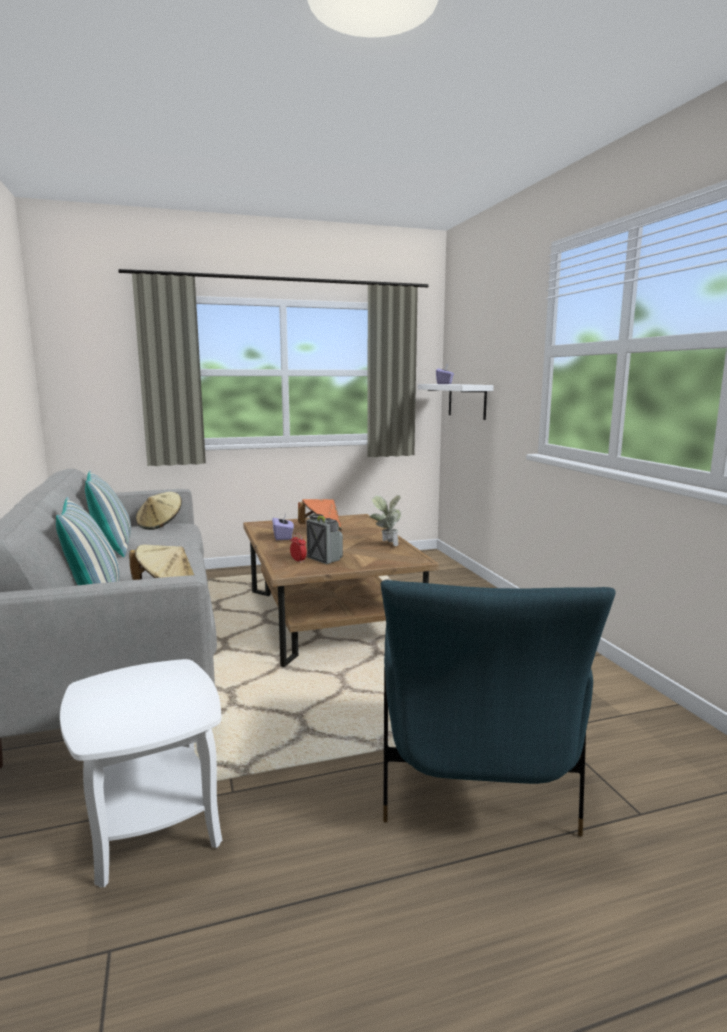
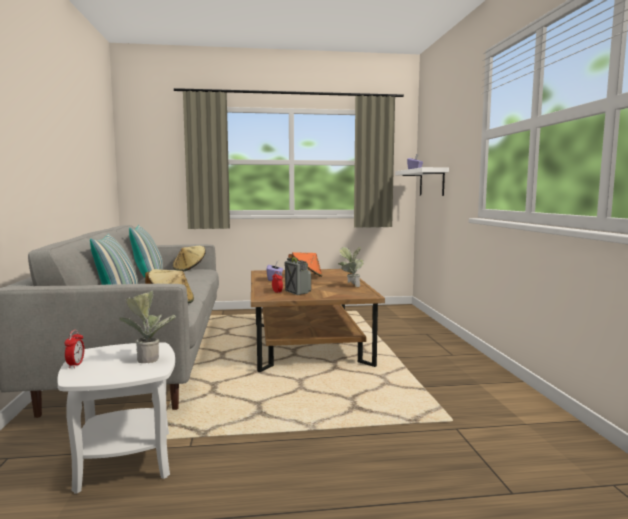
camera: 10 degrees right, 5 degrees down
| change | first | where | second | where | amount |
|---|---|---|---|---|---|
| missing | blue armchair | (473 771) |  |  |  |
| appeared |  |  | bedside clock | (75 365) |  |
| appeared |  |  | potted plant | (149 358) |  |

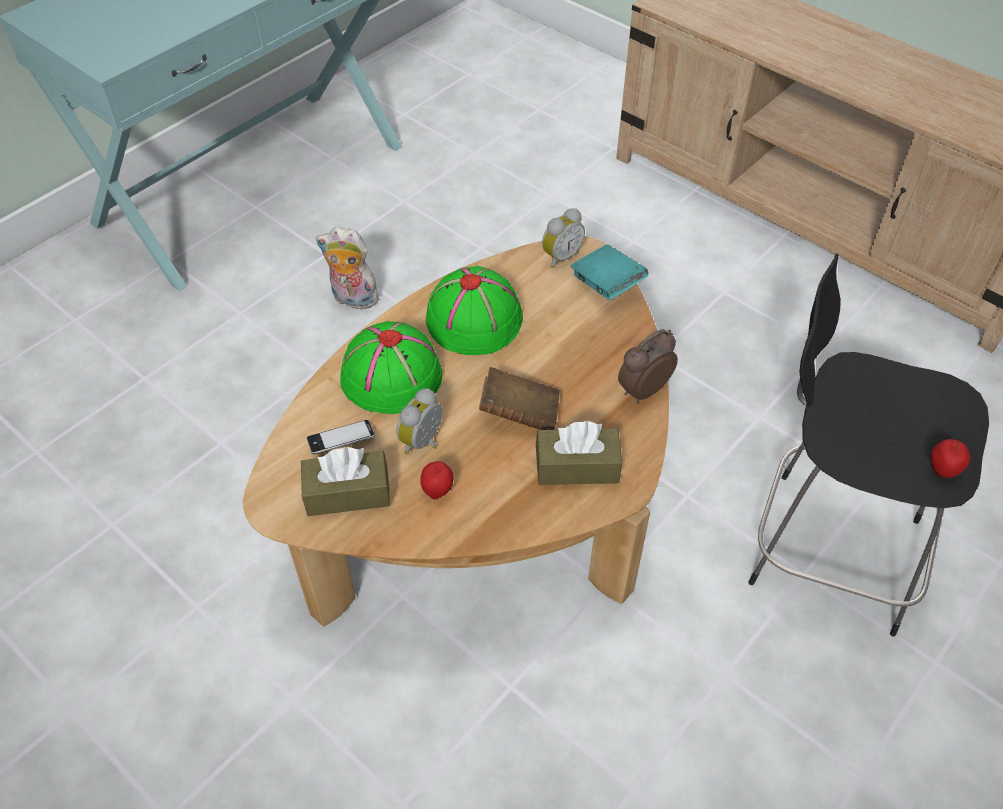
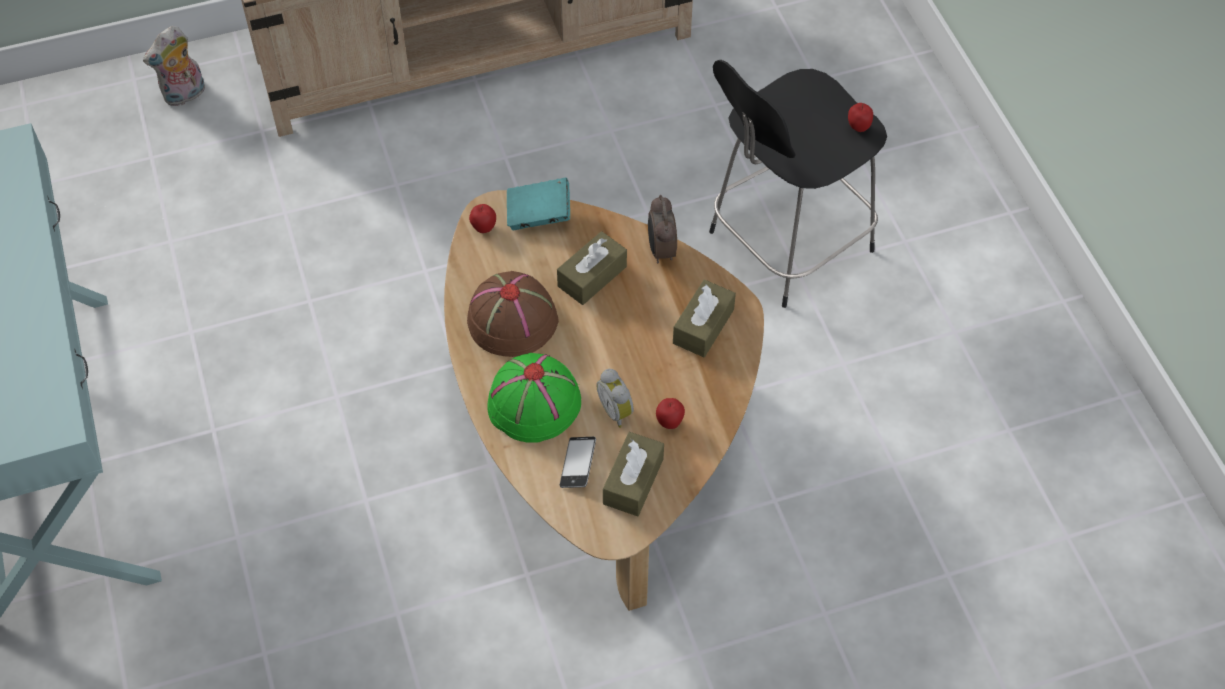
camera: 60 degrees left, 5 degrees up
| change | first | where | second | where | amount |
|---|---|---|---|---|---|
| missing | brownish book | (519 414) |  |  |  |
| appeared |  |  | brownish tissue box | (592 276) |  |
| relocated | plush toy | (352 299) |  | (185 95) |  |
| exchanged | bedside clock | (560 256) | whole apple | (483 228) |  |
| colour | green hat | (475 319) | brownish hat | (511 319) |  |

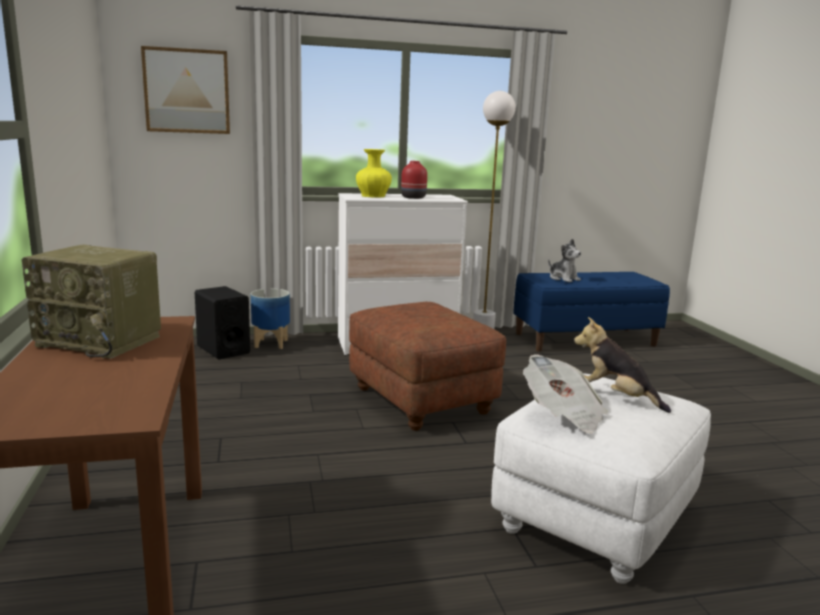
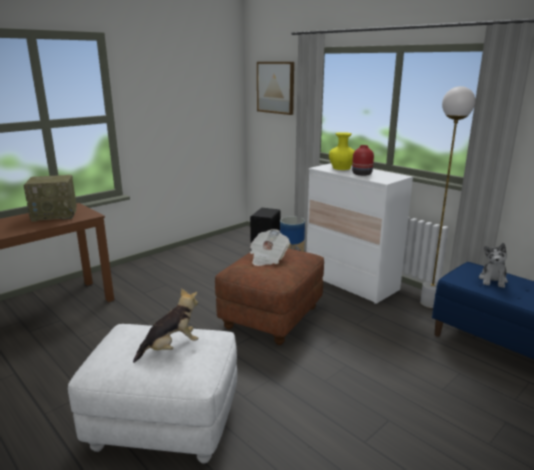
camera: 60 degrees right, 5 degrees up
| change | first | where | second | where | amount |
|---|---|---|---|---|---|
| relocated | newspaper | (563 414) |  | (268 258) |  |
| spun | radio receiver | (102 341) |  | (55 215) | 90 degrees counterclockwise |
| spun | plush toy | (616 397) |  | (171 348) | 45 degrees clockwise |

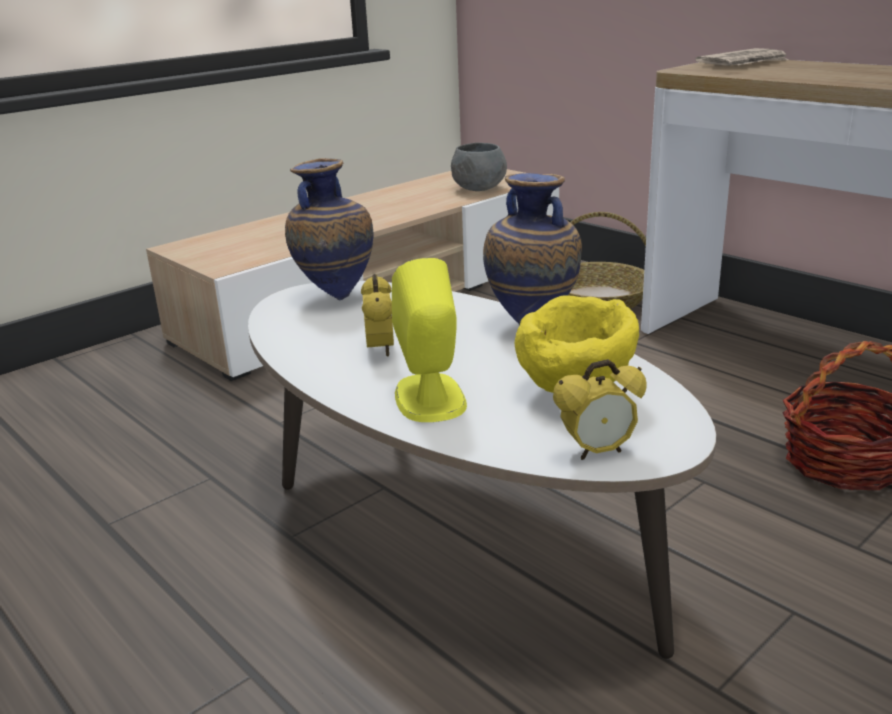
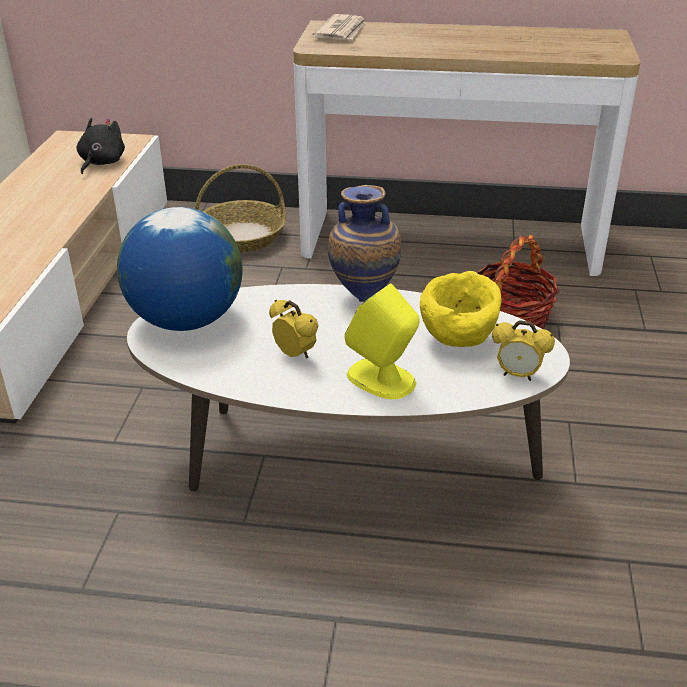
camera: 40 degrees left, 10 degrees up
| change | first | where | second | where | amount |
|---|---|---|---|---|---|
| exchanged | decorative vase | (335 296) | globe | (186 320) |  |
| exchanged | gray bowl | (478 189) | black-coloured plush toy | (101 163) |  |
| spun | bedside clock | (597 452) |  | (518 375) | 75 degrees clockwise |

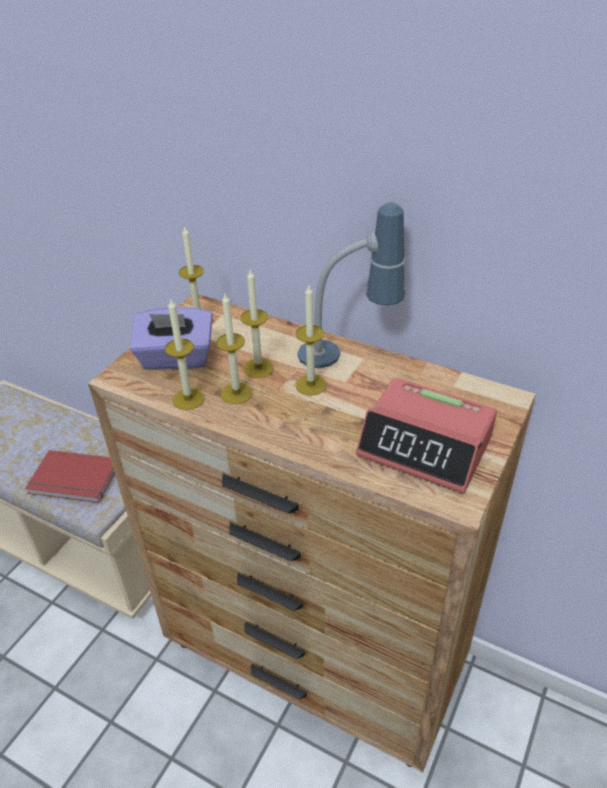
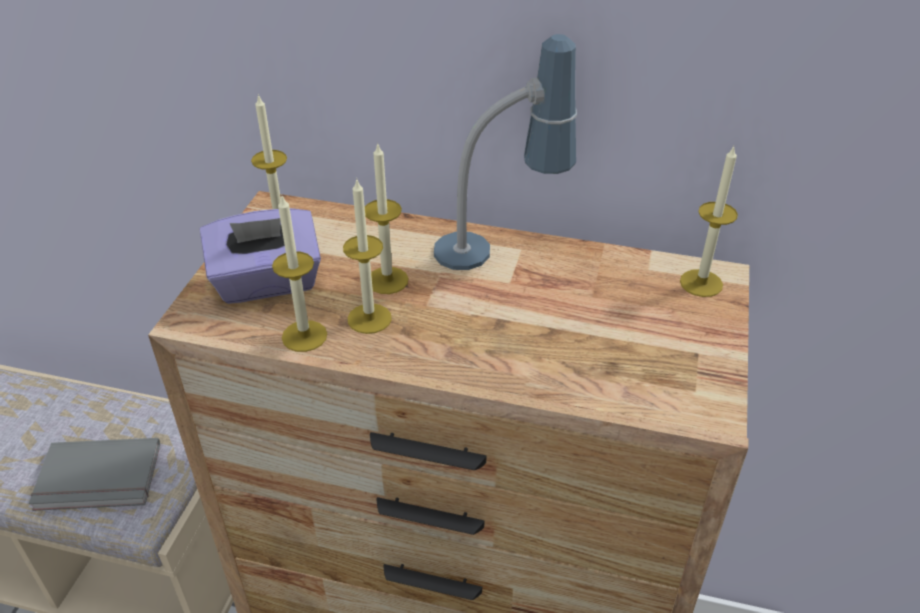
camera: 15 degrees left, 0 degrees up
| change | first | where | second | where | amount |
|---|---|---|---|---|---|
| missing | bedside clock | (426 446) |  |  |  |
| relocated | wax candle | (311 385) |  | (701 283) |  |
| colour | red-coloured book | (73 480) | gray book | (98 479) |  |

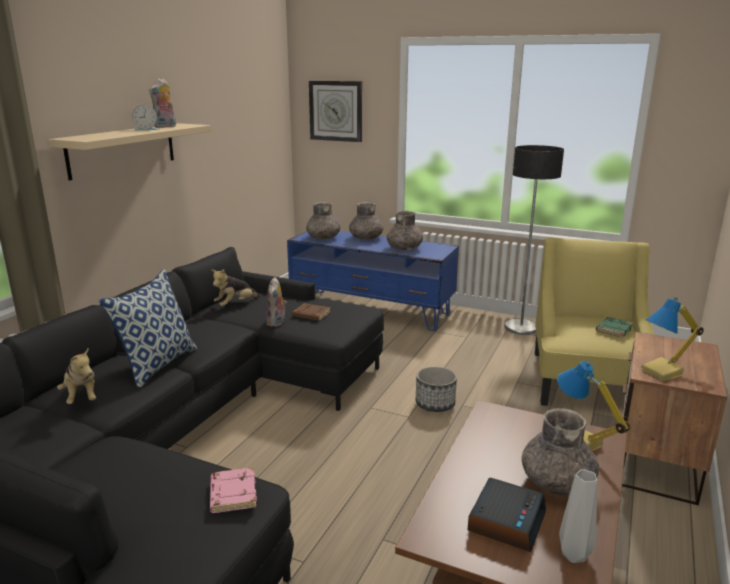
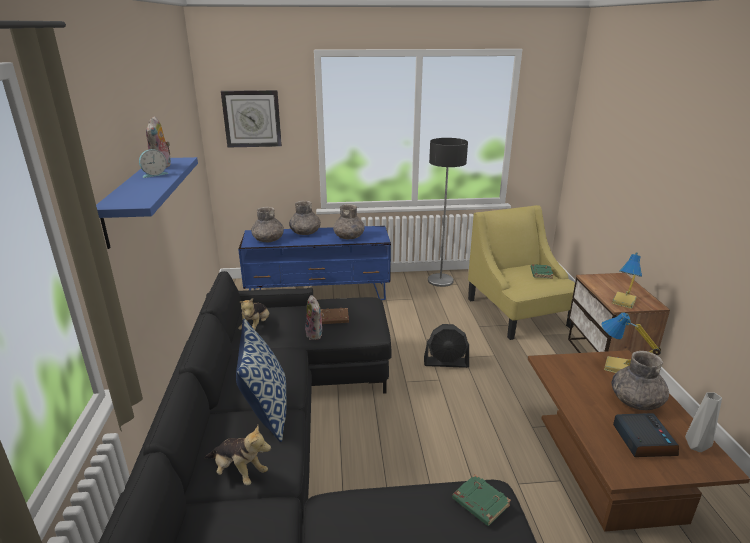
camera: 30 degrees left, 5 degrees up
| change | first | where | second | where | amount |
|---|---|---|---|---|---|
| exchanged | flower pot | (435 404) | black-coloured fan | (446 362) |  |
| colour | sand-coloured shelf | (123 150) | blue shelf | (131 200) |  |
| colour | pinkish book | (232 494) | green book | (479 503) |  |

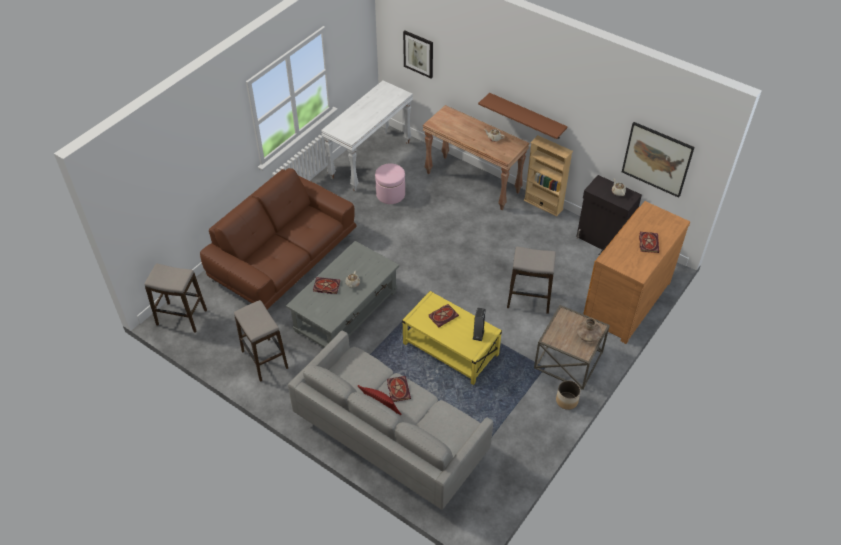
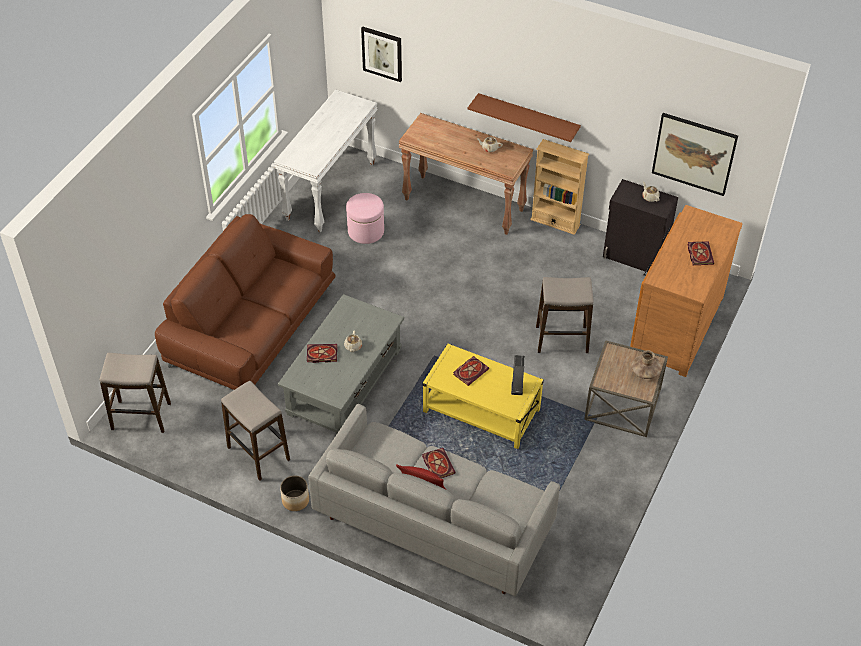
camera: 10 degrees left, 0 degrees up
| change | first | where | second | where | amount |
|---|---|---|---|---|---|
| relocated | flower pot | (566 401) |  | (295 500) |  |

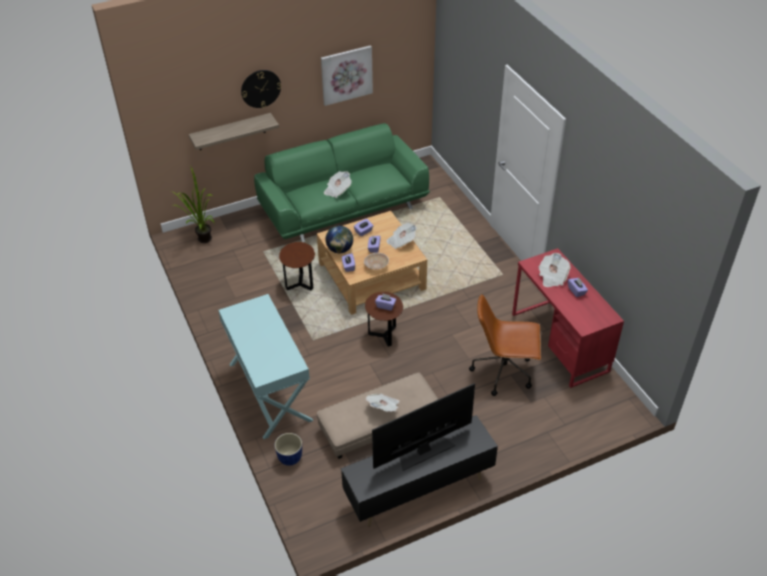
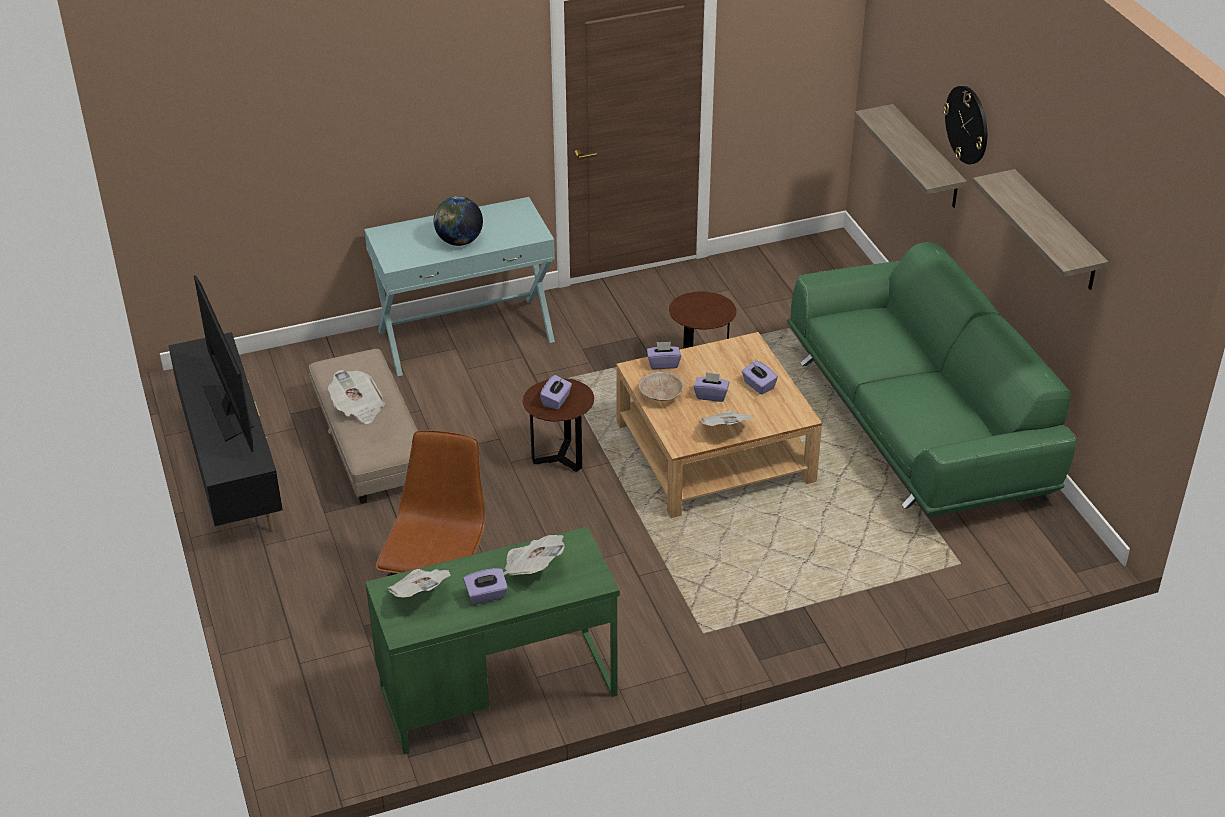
camera: 95 degrees right, 5 degrees down
| change | first | where | second | where | amount |
|---|---|---|---|---|---|
| missing | potted plant | (201 240) |  |  |  |
| missing | flower pot | (289 458) |  |  |  |
| relocated | newspaper | (337 190) |  | (420 593) |  |
| relocated | globe | (339 250) |  | (459 241) |  |
| exchanged | wall picture | (346 74) | shelf | (1056 232) |  |
| colour | red-coloured desk table | (559 342) | green desk table | (497 690) |  |

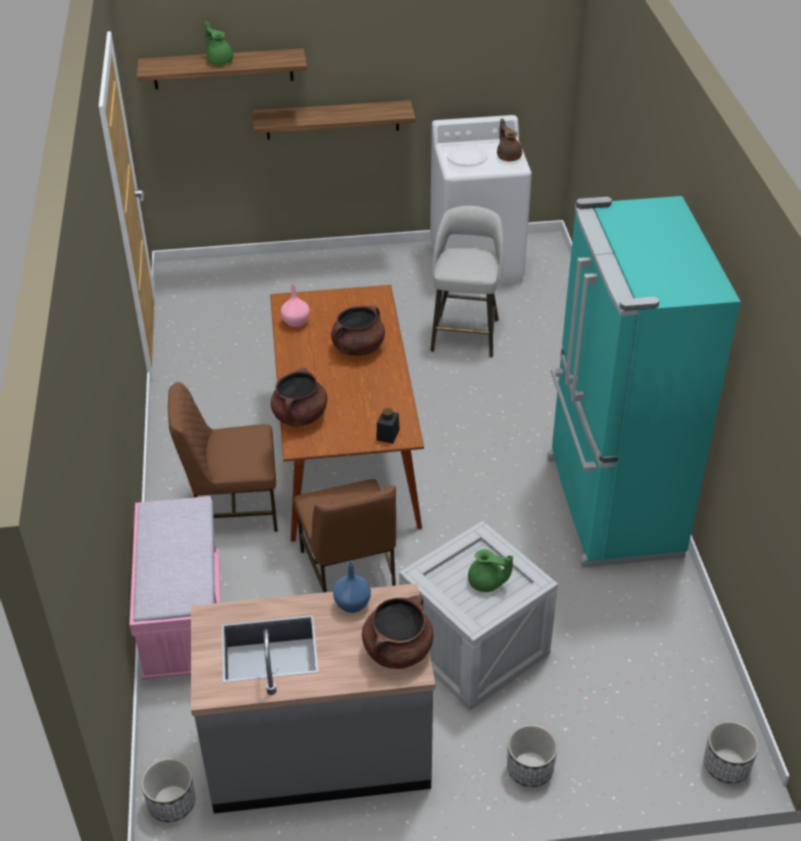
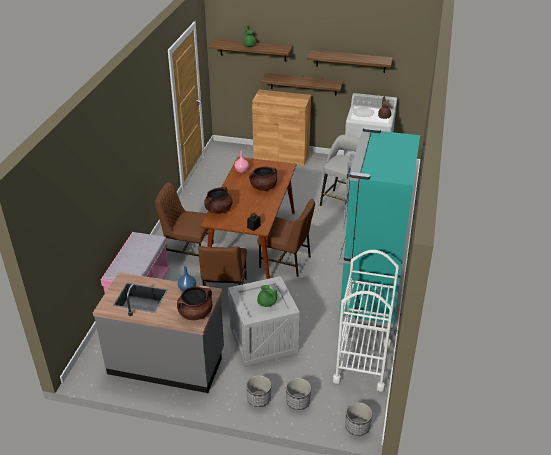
camera: 20 degrees right, 5 degrees down
| change | first | where | second | where | amount |
|---|---|---|---|---|---|
| appeared |  |  | brownish cabinet | (281 156) |  |
| appeared |  |  | brownish chair | (286 262) |  |
| appeared |  |  | shelf | (350 61) |  |
| appeared |  |  | whitish wheeled cart | (362 362) |  |
| relocated | flower pot | (171 803) |  | (297 401) |  |

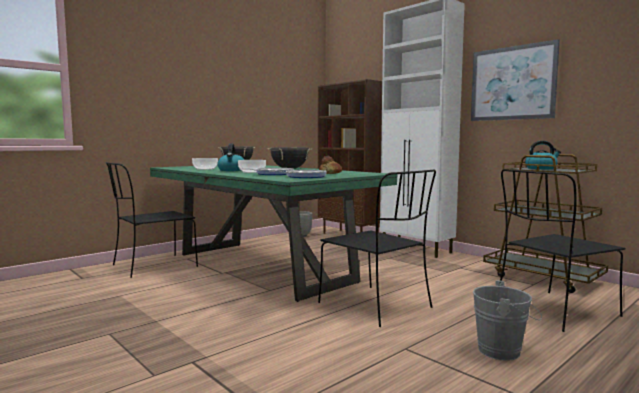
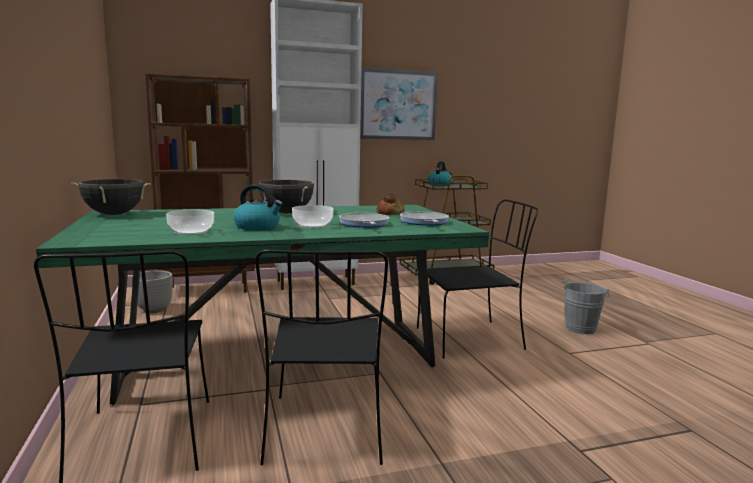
camera: 65 degrees left, 5 degrees up
| change | first | where | second | where | amount |
|---|---|---|---|---|---|
| relocated | black-coloured chair | (553 311) |  | (325 431) |  |

